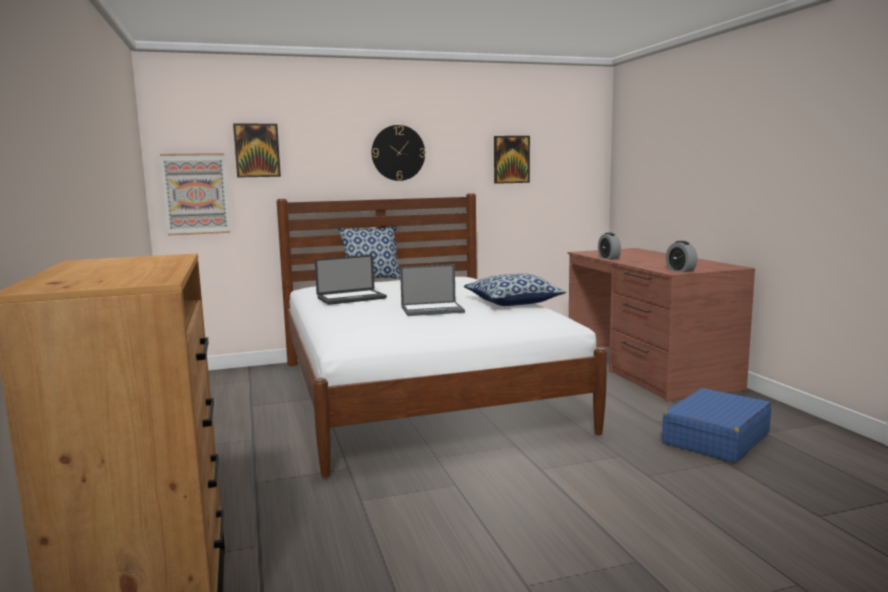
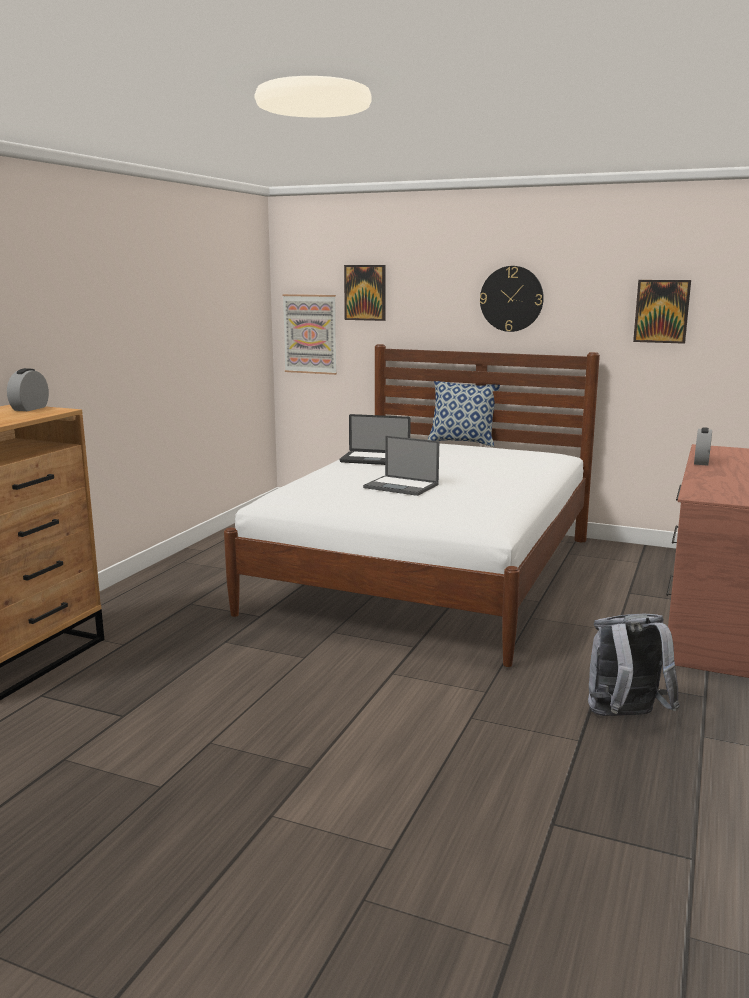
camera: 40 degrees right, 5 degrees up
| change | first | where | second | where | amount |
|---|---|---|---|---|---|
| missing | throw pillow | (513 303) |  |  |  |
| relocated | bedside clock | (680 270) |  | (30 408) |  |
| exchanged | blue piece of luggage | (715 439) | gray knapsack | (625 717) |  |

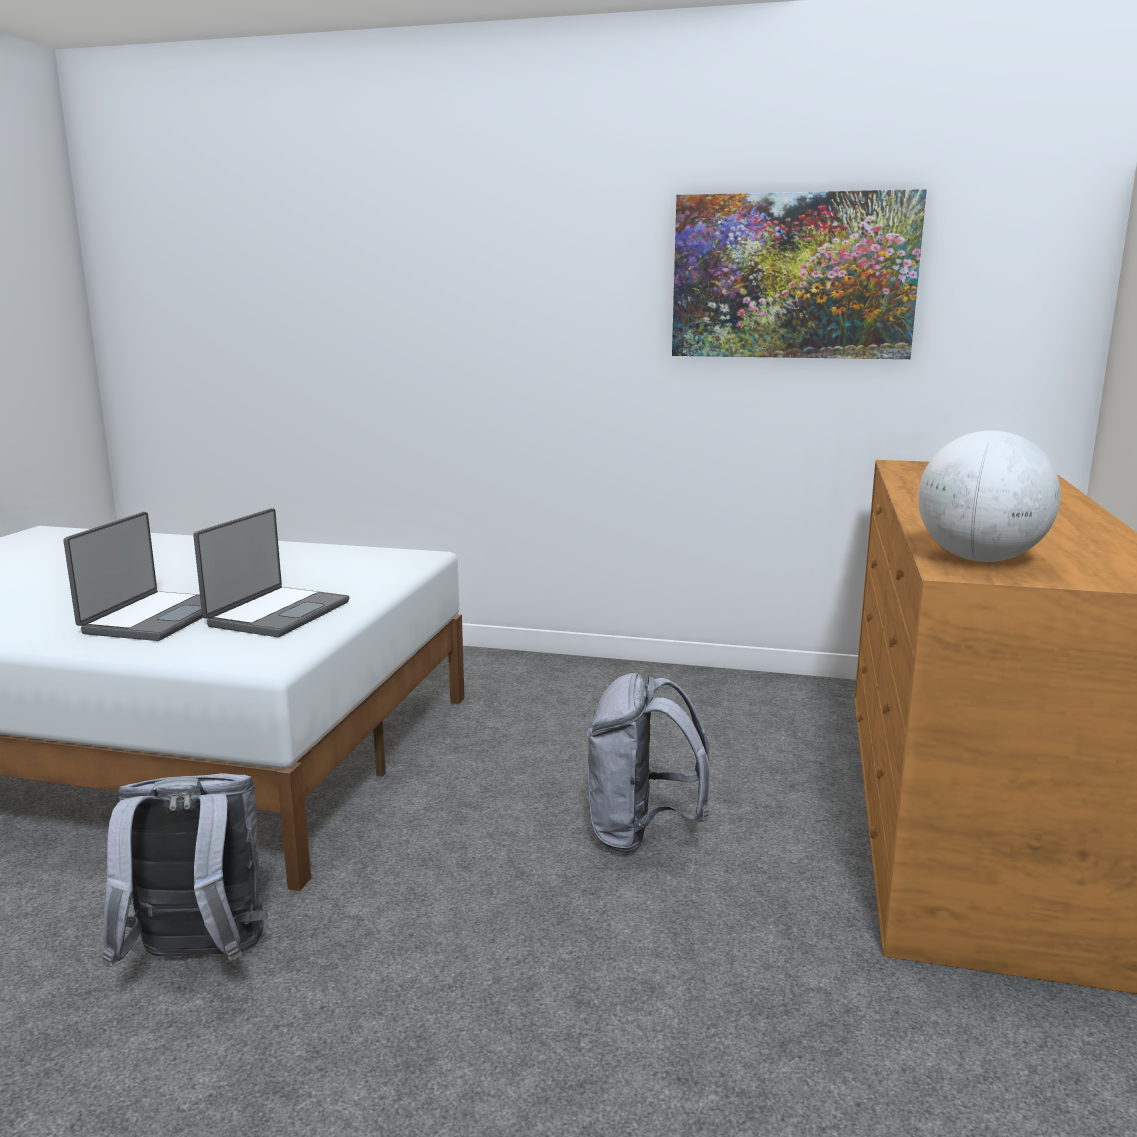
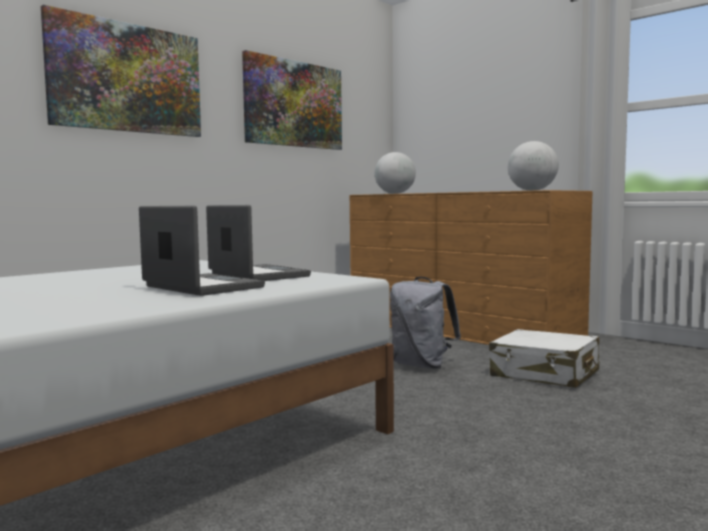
camera: 60 degrees left, 10 degrees down
| change | first | where | second | where | amount |
|---|---|---|---|---|---|
| missing | gray knapsack | (198 959) |  |  |  |
| appeared |  |  | wall picture | (127 78) |  |
| appeared |  |  | globe | (395 193) |  |
| appeared |  |  | whitish piece of luggage | (544 374) |  |

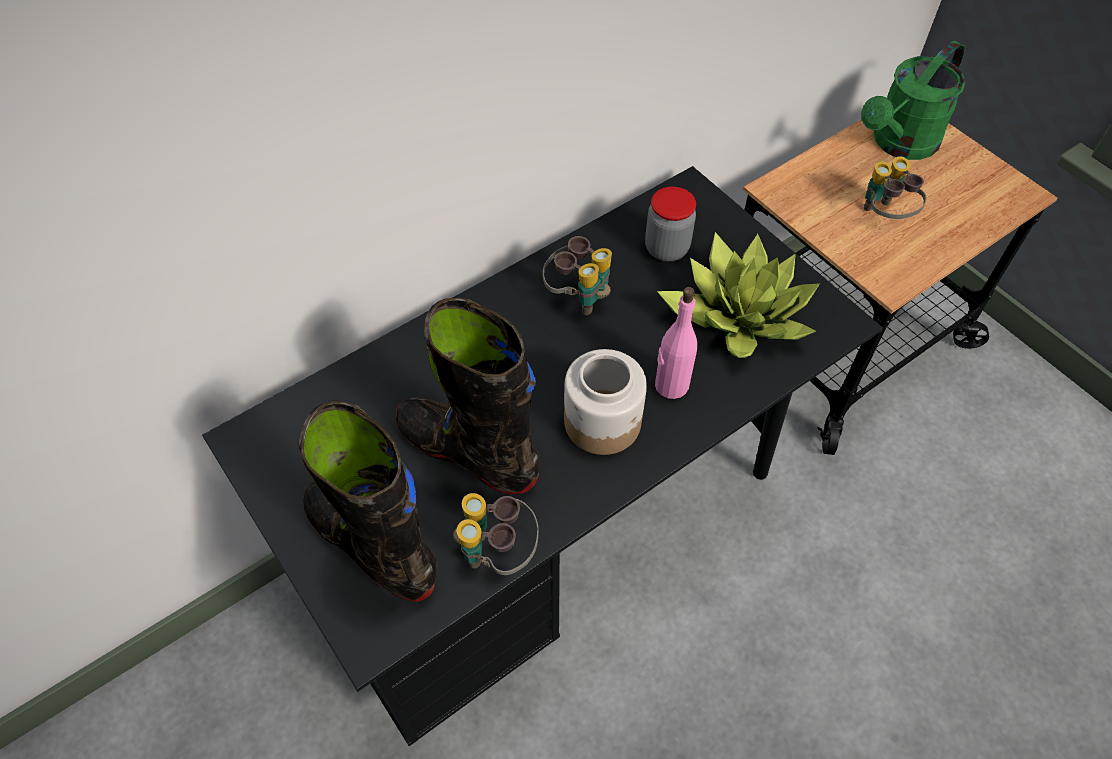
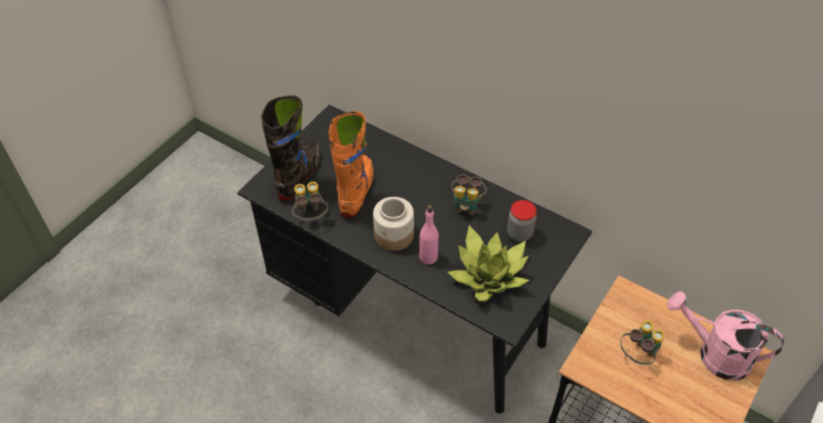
camera: 70 degrees right, 5 degrees down
| change | first | where | second | where | amount |
|---|---|---|---|---|---|
| colour | black-coloured boot | (469 452) | orange boot | (356 191) |  |
| colour | green watering pot | (899 144) | pinkish watering pot | (714 354) |  |

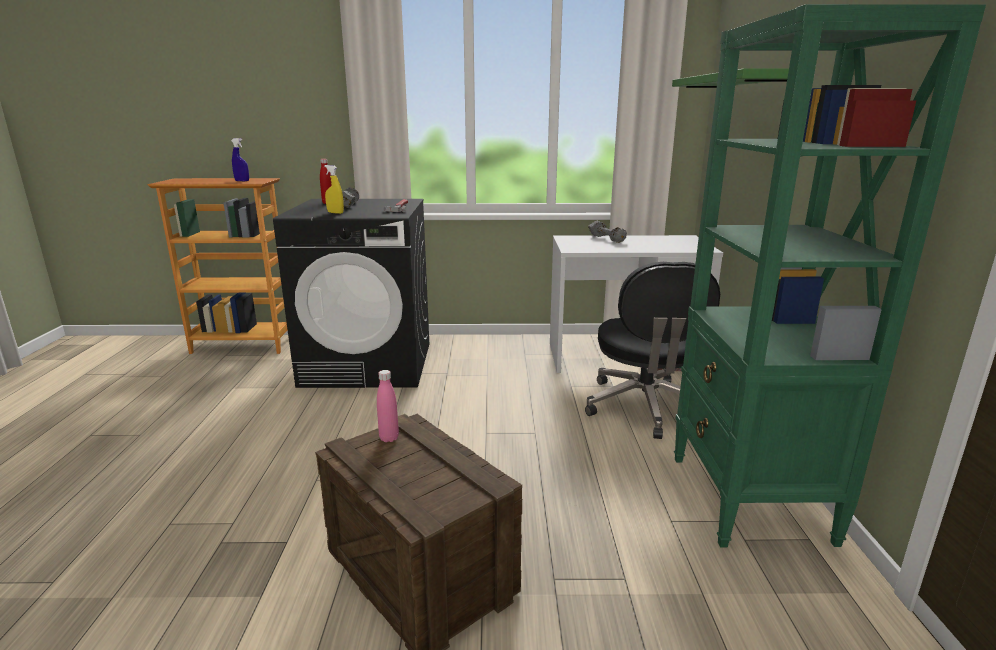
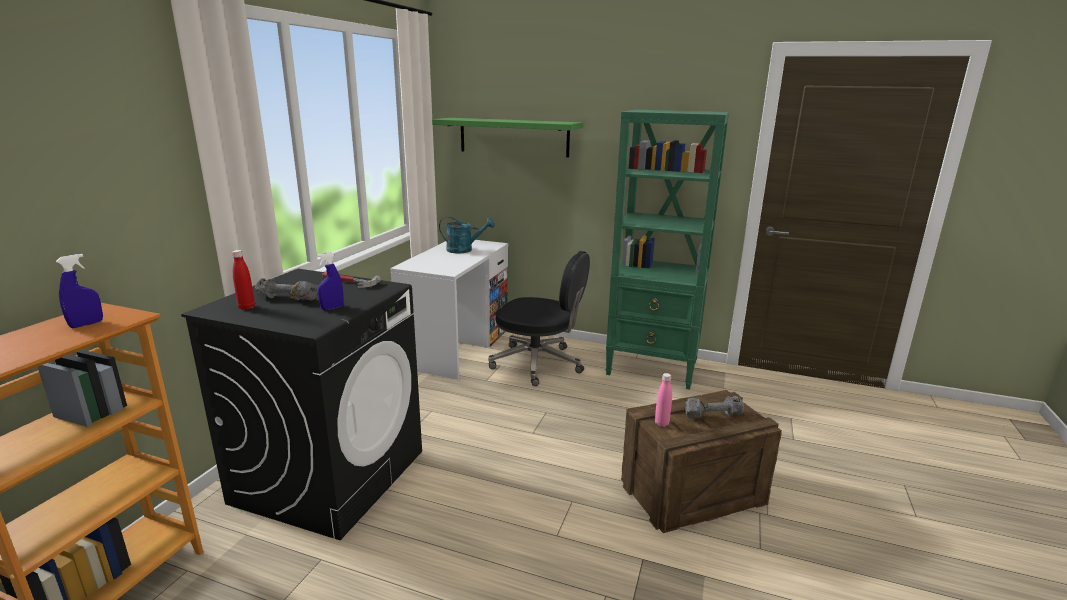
camera: 70 degrees left, 0 degrees up
| change | first | where | second | where | amount |
|---|---|---|---|---|---|
| appeared |  |  | blue-green watering pot | (464 250) |  |
| relocated | gray free weight | (607 239) |  | (712 415) |  |
| colour | yellowish sprayer | (335 213) | blue sprayer | (332 308) |  |

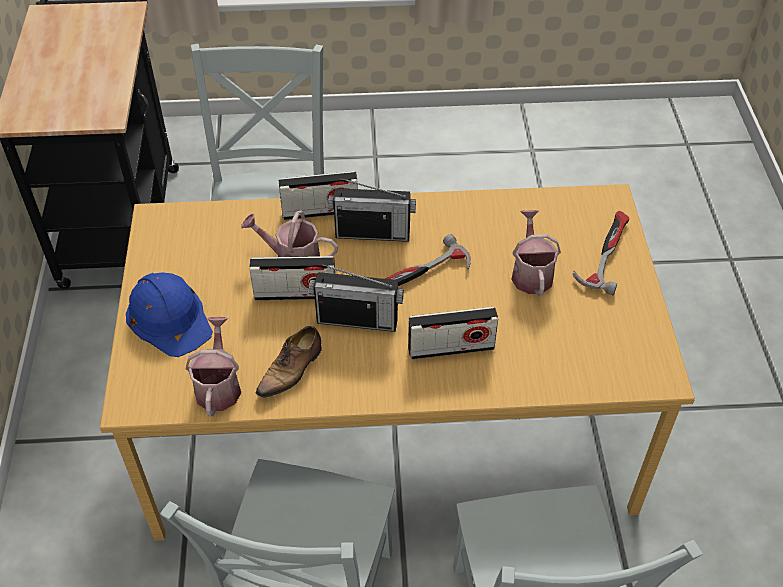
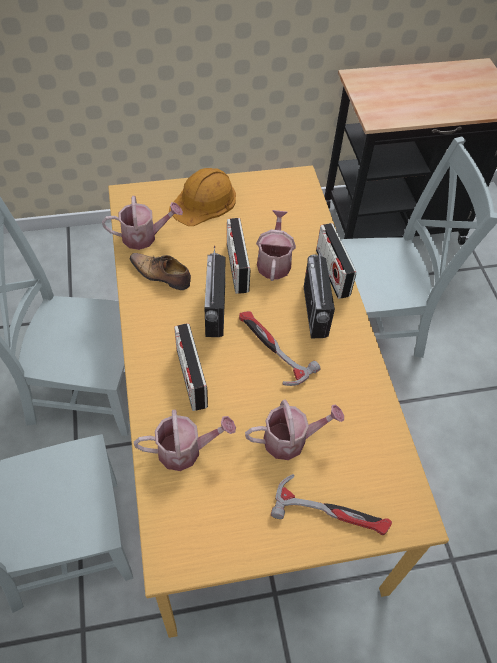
camera: 80 degrees right, 5 degrees up
| change | first | where | second | where | amount |
|---|---|---|---|---|---|
| appeared |  |  | watering pot | (185 450) |  |
| colour | blue work helmet | (169 317) | orange work helmet | (204 201) |  |

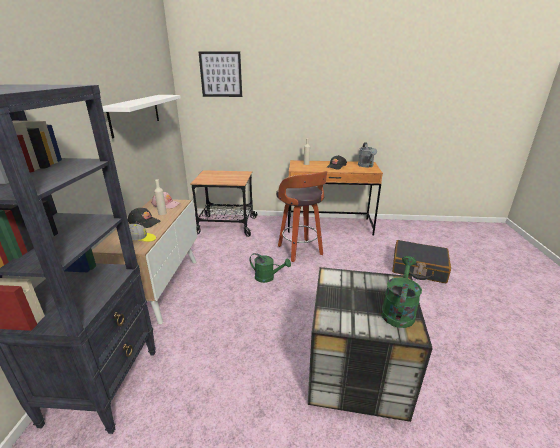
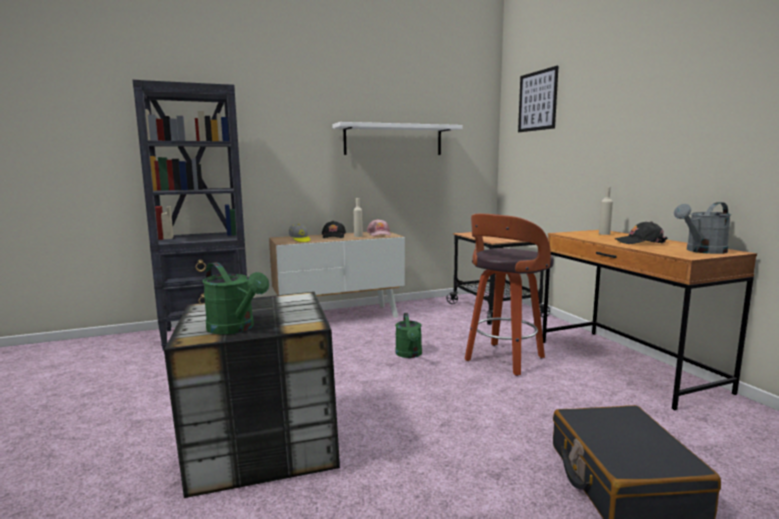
camera: 65 degrees right, 15 degrees down
| change | first | where | second | where | amount |
|---|---|---|---|---|---|
| spun | green watering pot | (398 311) |  | (235 328) | 45 degrees clockwise |

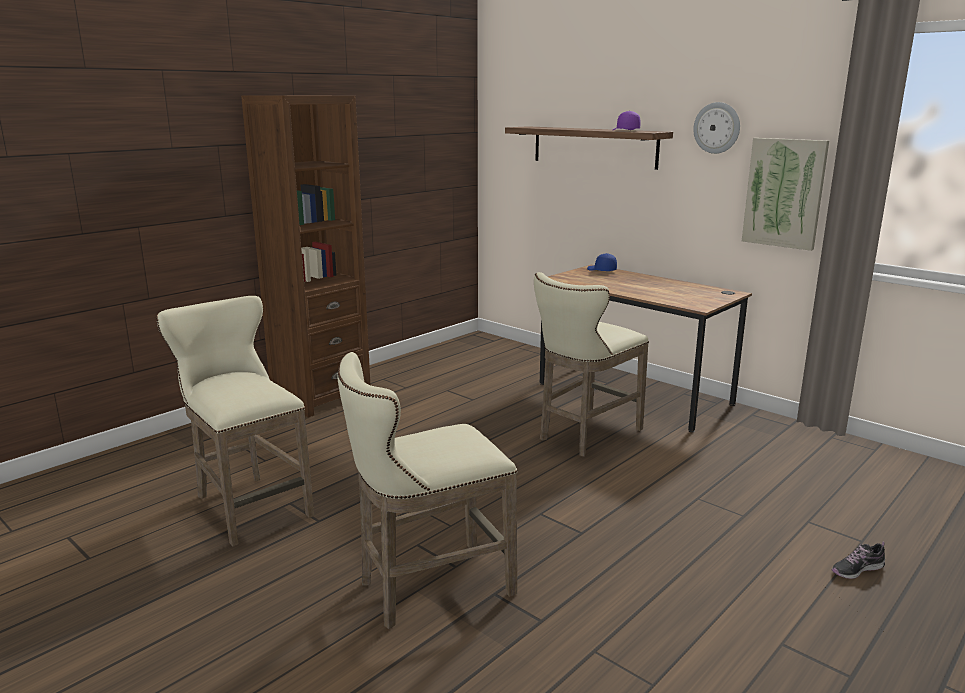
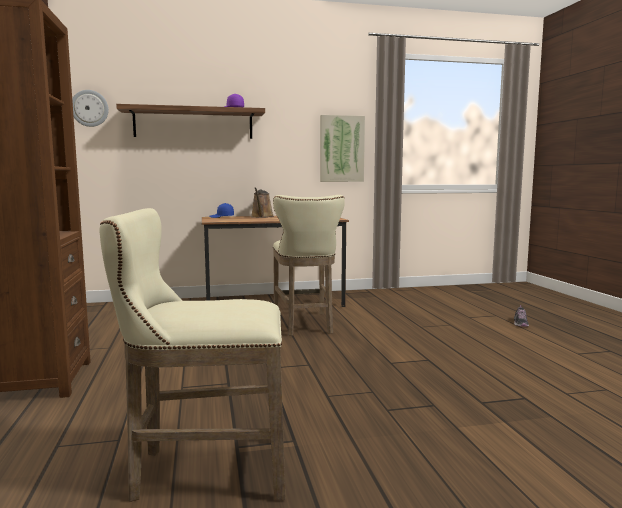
camera: 55 degrees left, 10 degrees down
| change | first | where | second | where | amount |
|---|---|---|---|---|---|
| missing | sand-coloured sitting stool | (427 587) |  |  |  |
| appeared |  |  | brownish watering pot | (261 217) |  |
| relocated | clock on the wall | (717 128) |  | (89 108) |  |

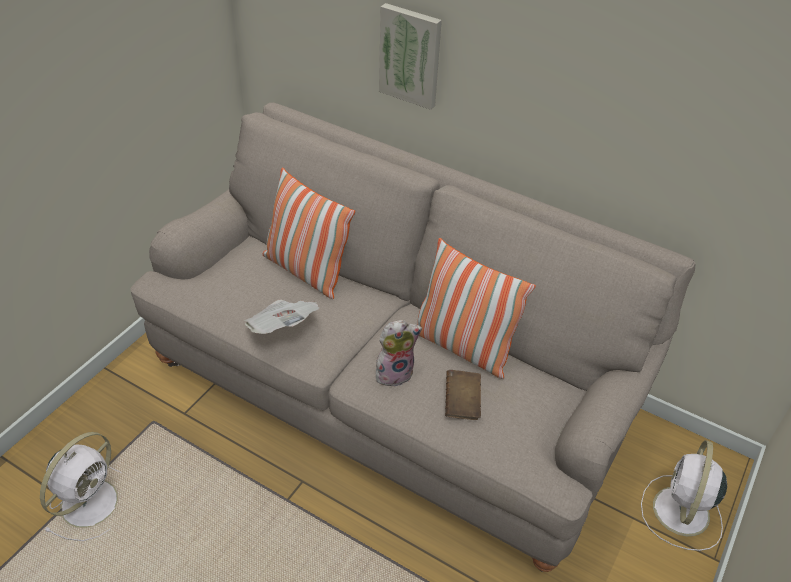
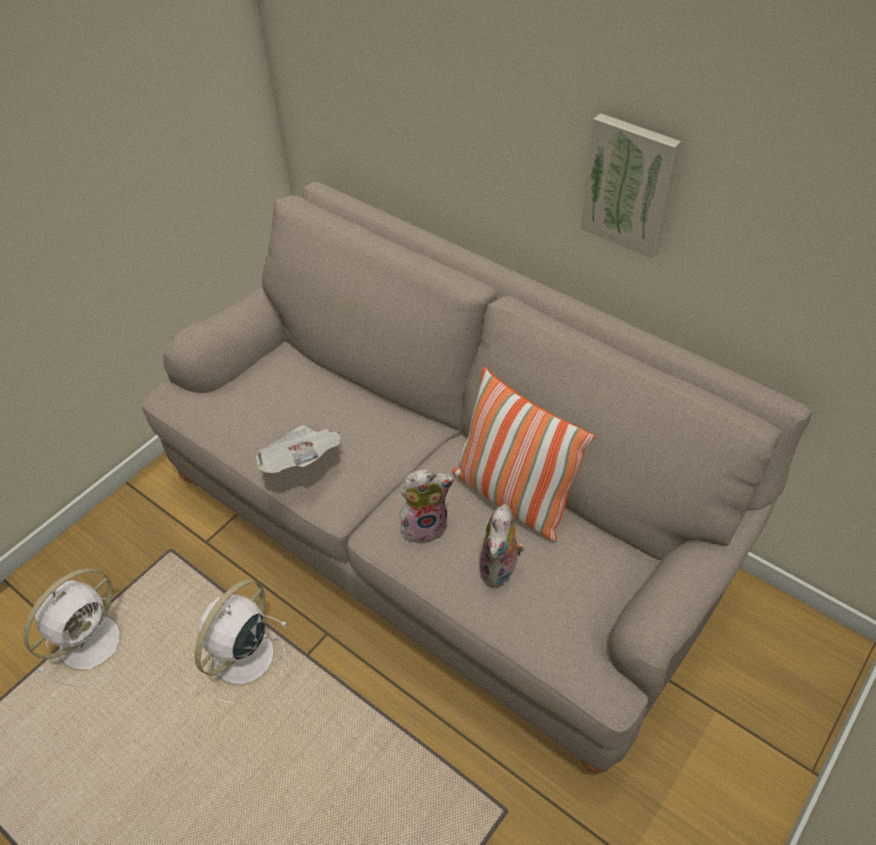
camera: 10 degrees right, 5 degrees up
| change | first | where | second | where | amount |
|---|---|---|---|---|---|
| missing | throw pillow | (306 271) |  |  |  |
| relocated | wall picture | (411 55) |  | (630 185) |  |
| relocated | whitish fan | (680 513) |  | (241 659) |  |
| exchanged | brownish book | (462 403) | plush toy | (500 570) |  |

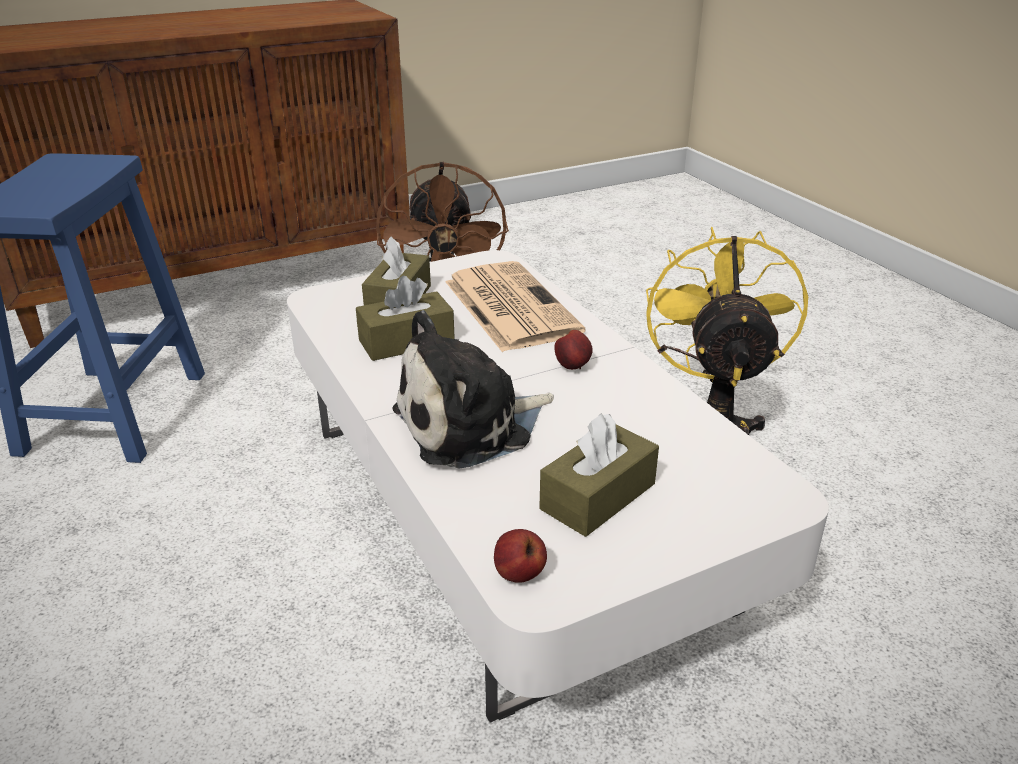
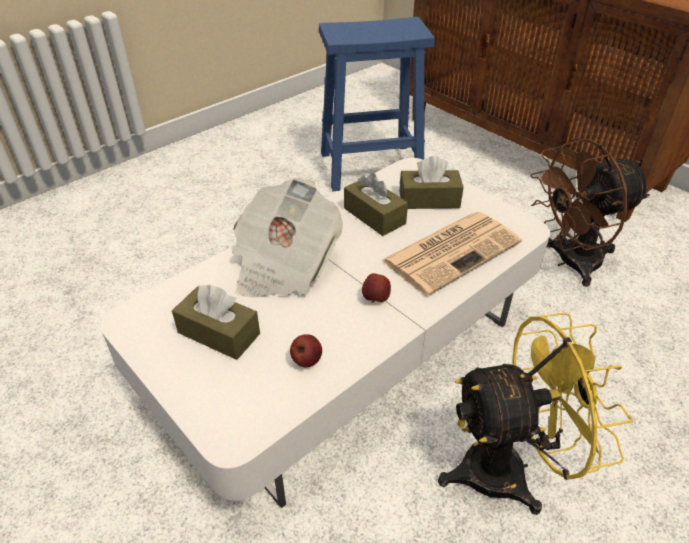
camera: 75 degrees right, 10 degrees up
| change | first | where | second | where | amount |
|---|---|---|---|---|---|
| relocated | whole apple | (518 574) |  | (306 361) |  |
| exchanged | plush toy | (470 425) | newspaper | (283 264) |  |

